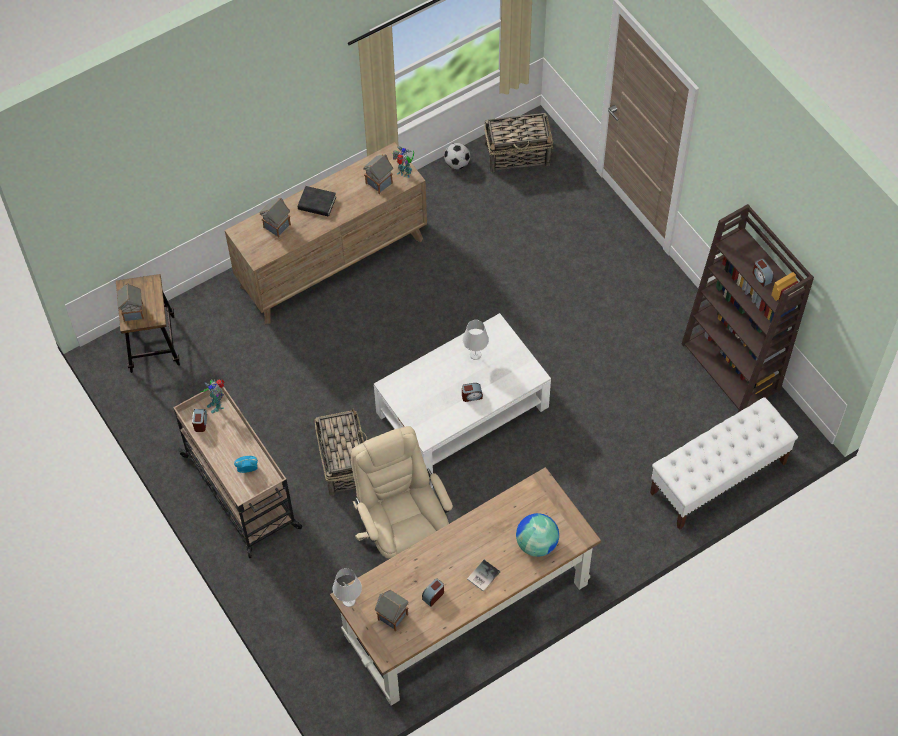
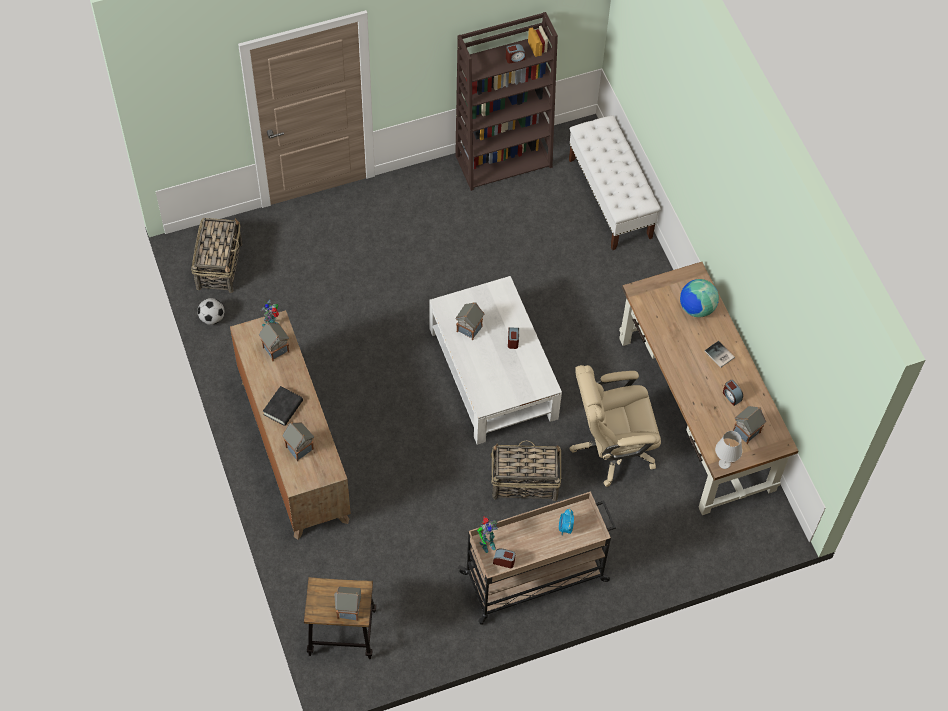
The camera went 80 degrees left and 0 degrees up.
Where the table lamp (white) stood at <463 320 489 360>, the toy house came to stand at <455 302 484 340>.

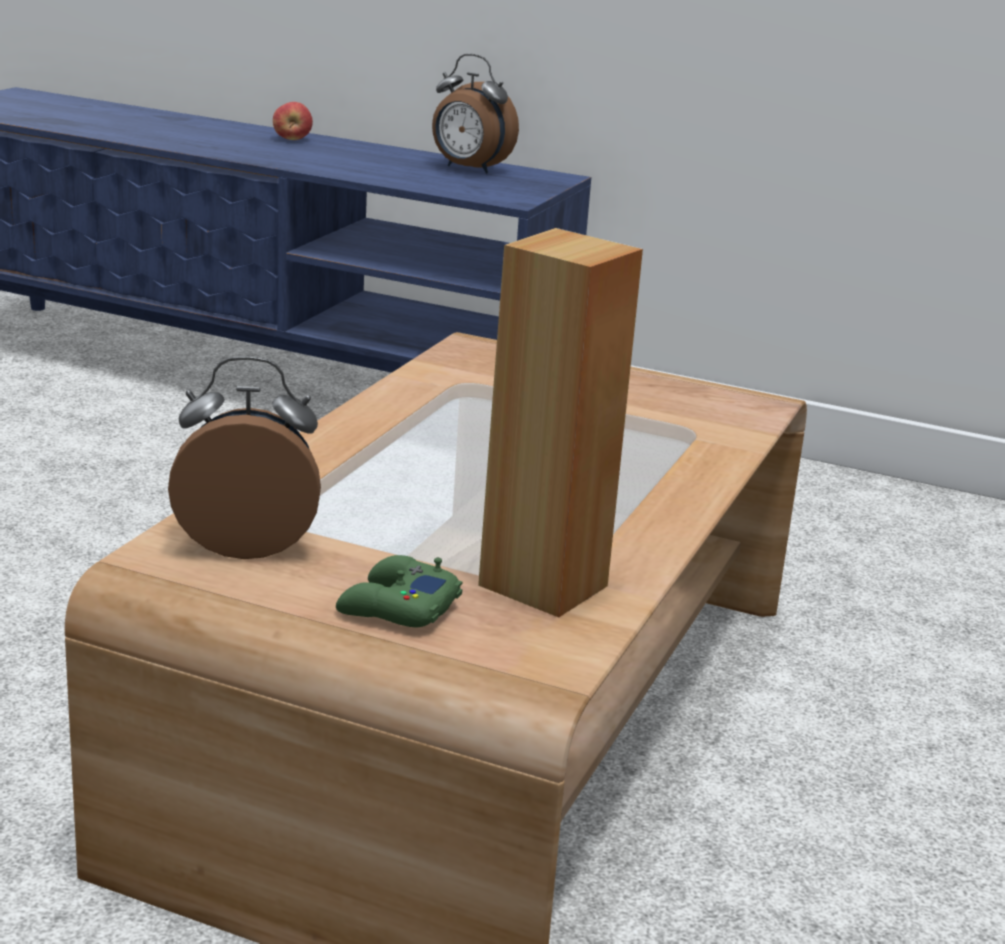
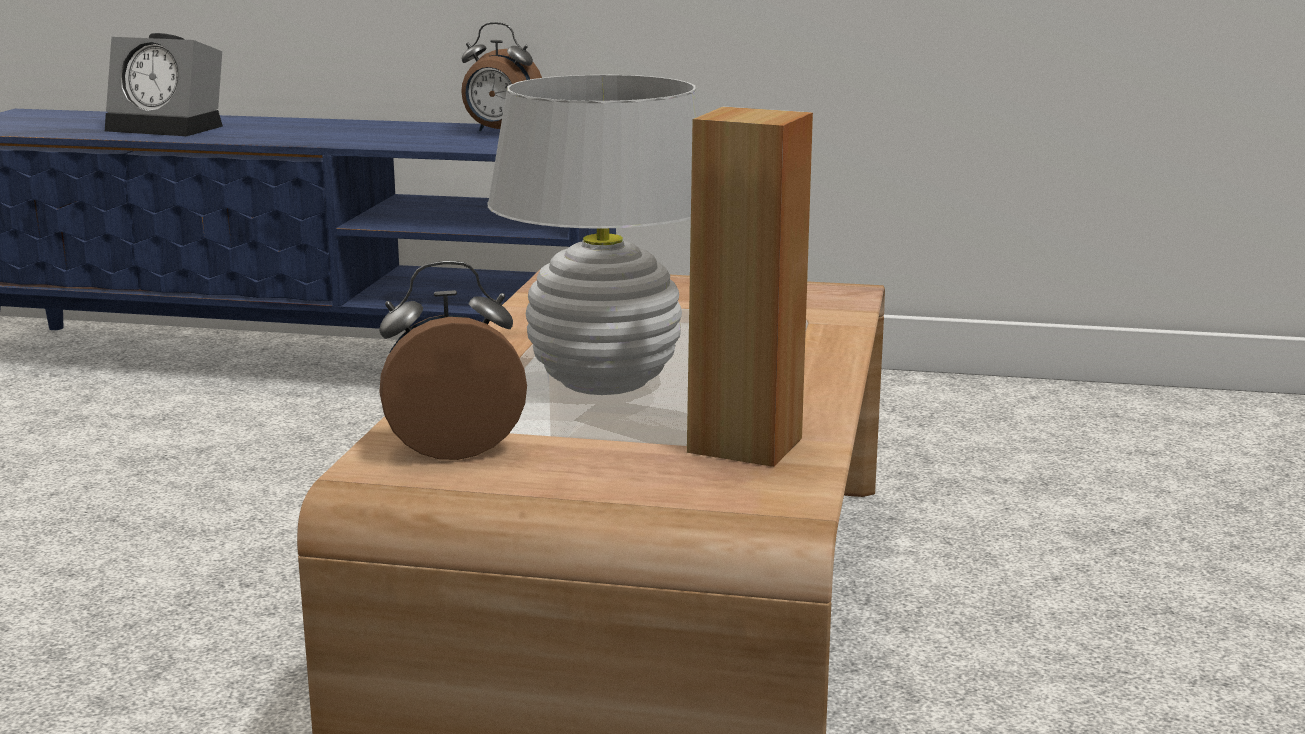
The camera went 10 degrees left and 5 degrees down.
The second view lost the apple at <273 102 313 140>.
The second view lost the game controller (green) at <336 555 462 628>.
The second view gained the alarm clock at <105 33 223 136>.
The second view gained the table lamp (white) at <487 75 701 395>.

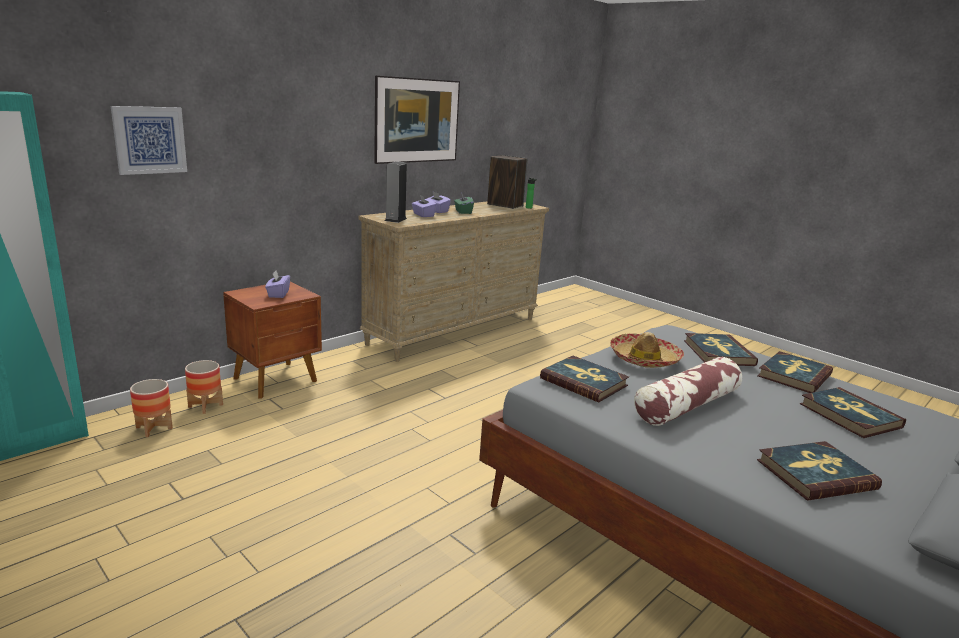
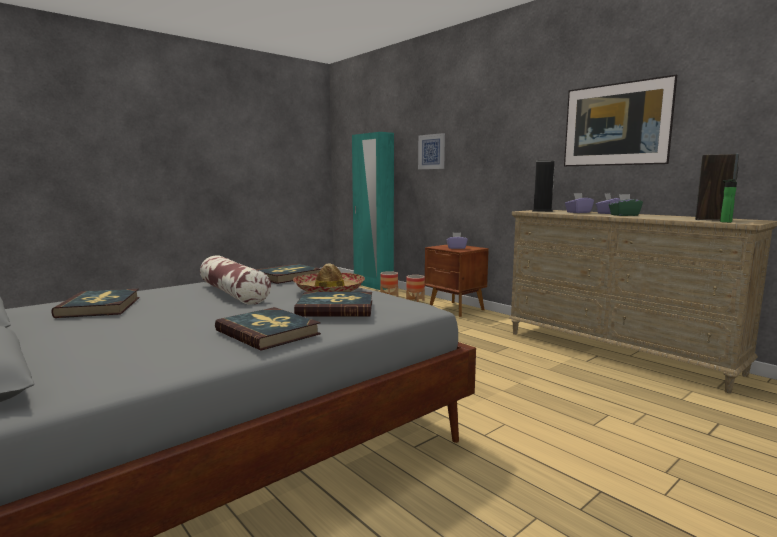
The camera went 95 degrees right and 10 degrees down.
The second view lost the book at <800 387 906 438>.

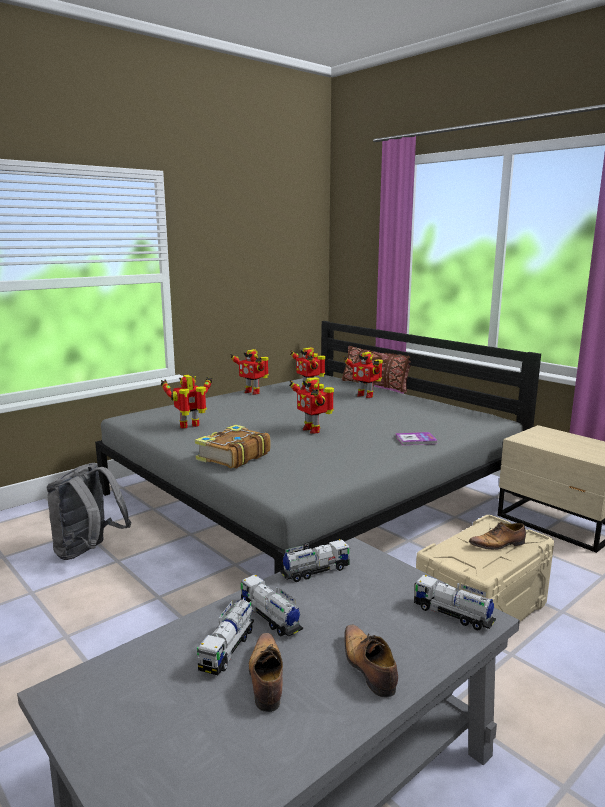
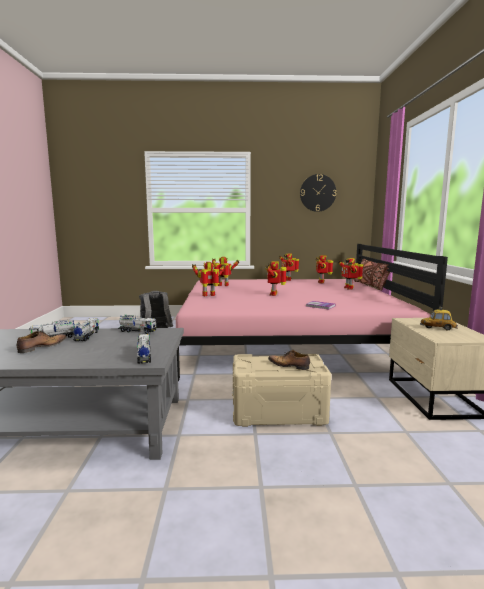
The camera went 40 degrees right and 5 degrees down.
What was the bed (grey) at <95 321 541 574> turned into the bed (pink) at <176 244 448 382>.
Where the book stood at <195 425 271 468>, the toy robot came to stand at <192 262 226 296>.
The second view lost the shoe at <344 625 398 697>.
The second view gained the wall clock at <300 174 336 212>.
The second view gained the toy car at <420 306 458 330>.

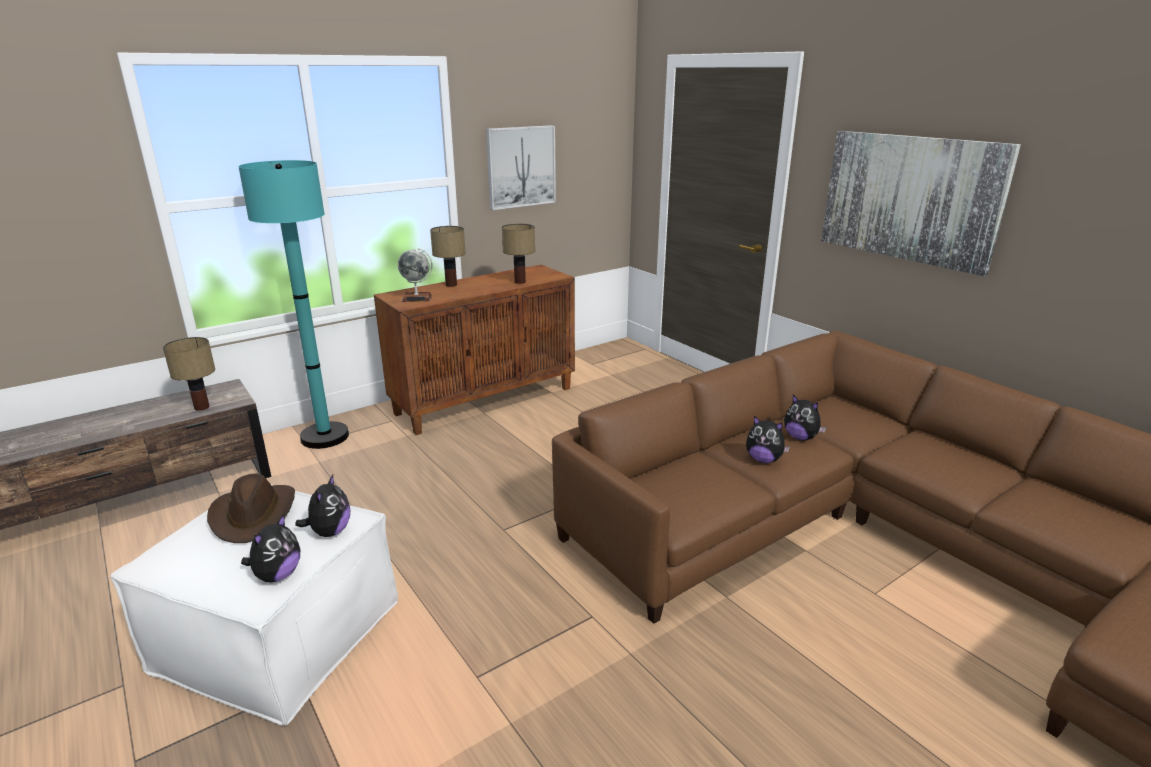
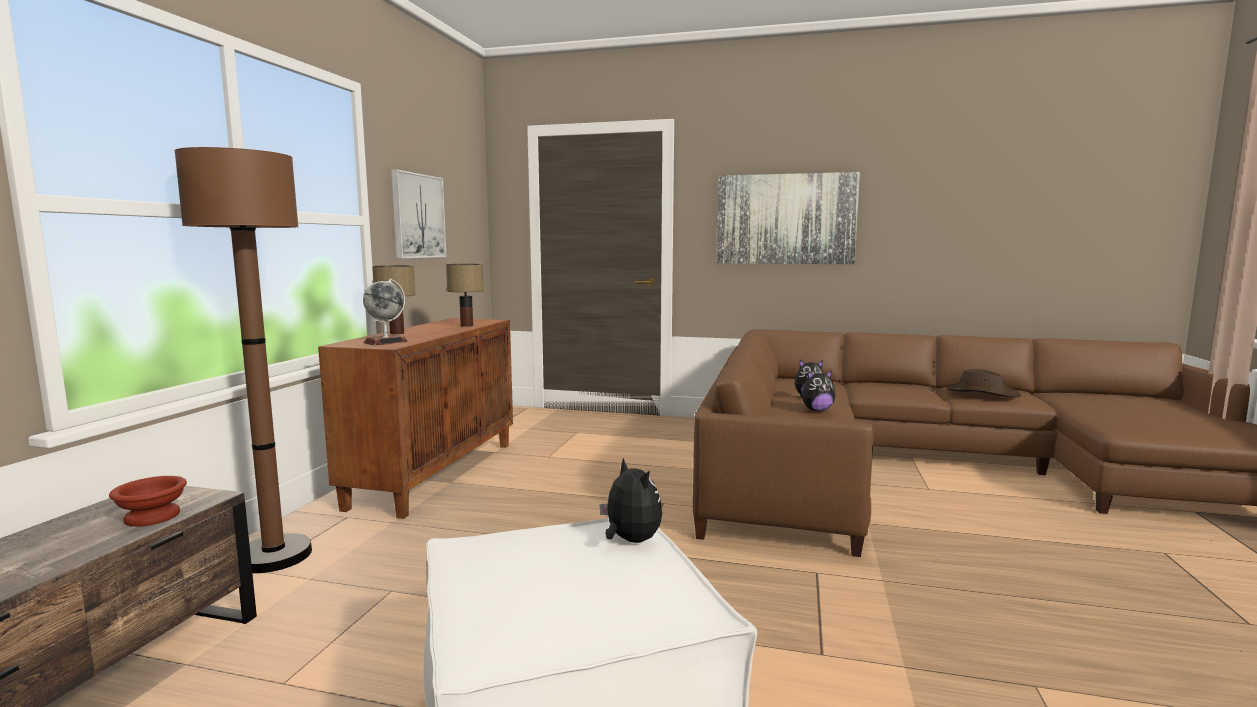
The camera went 40 degrees left and 15 degrees down.
Where the table lamp stood at <163 337 215 411>, the bowl (brown) came to stand at <109 476 187 527>.
The hat (brown) ended up elsewhere, having gone from <207 474 295 543> to <947 369 1021 397>.
What was the floor lamp (turquoise) at <238 160 349 449> turned into the floor lamp (brown) at <175 147 312 573>.
The second view lost the plush toy at <241 514 300 583>.

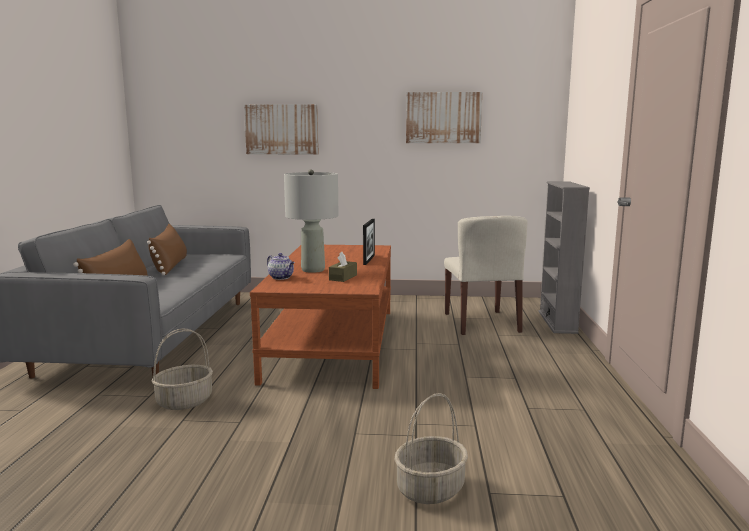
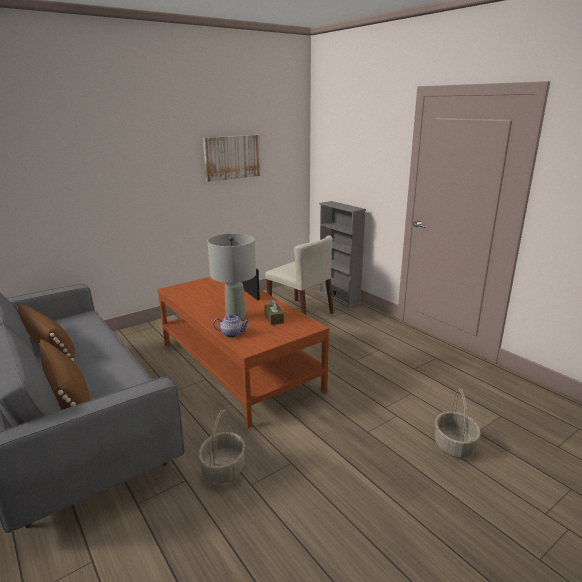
The camera went 40 degrees left and 10 degrees up.
The second view lost the picture at <244 104 319 154>.

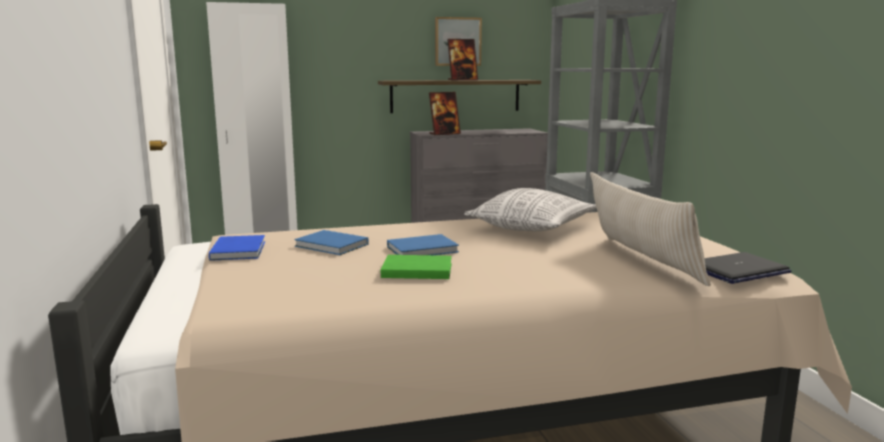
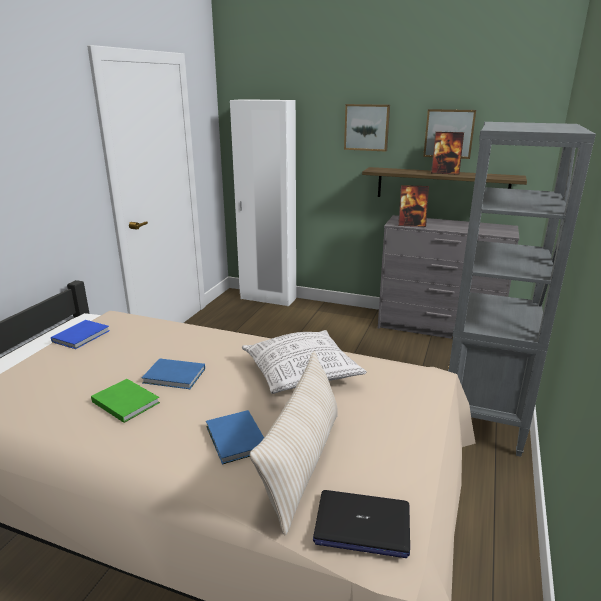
The camera went 35 degrees right and 10 degrees up.
The book (blue) ended up elsewhere, having gone from <294 230 368 255> to <206 410 264 465>.
The second view gained the picture at <344 104 390 152>.

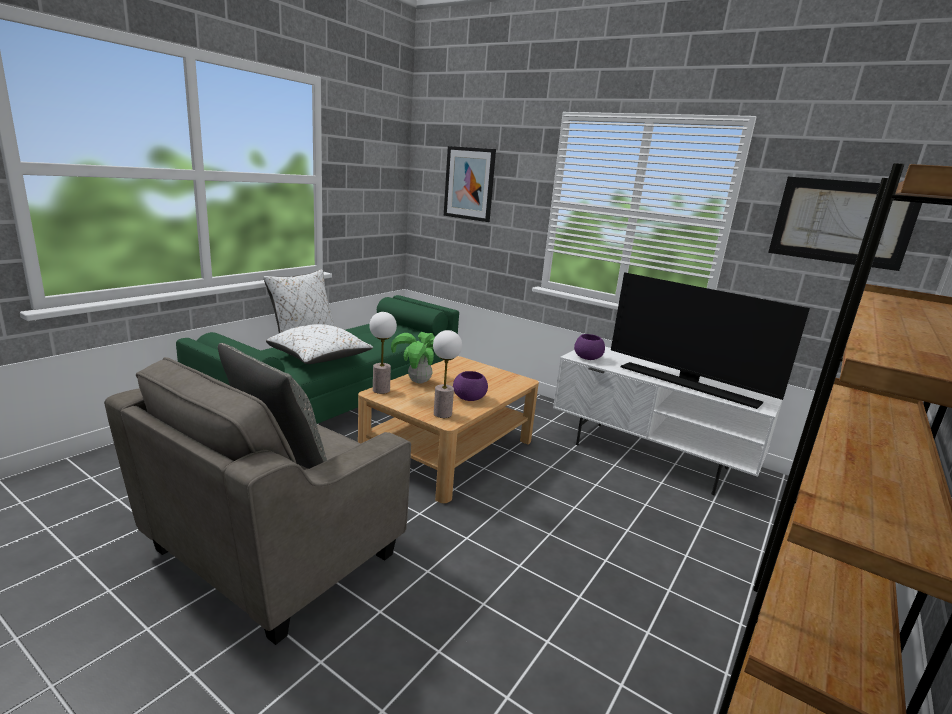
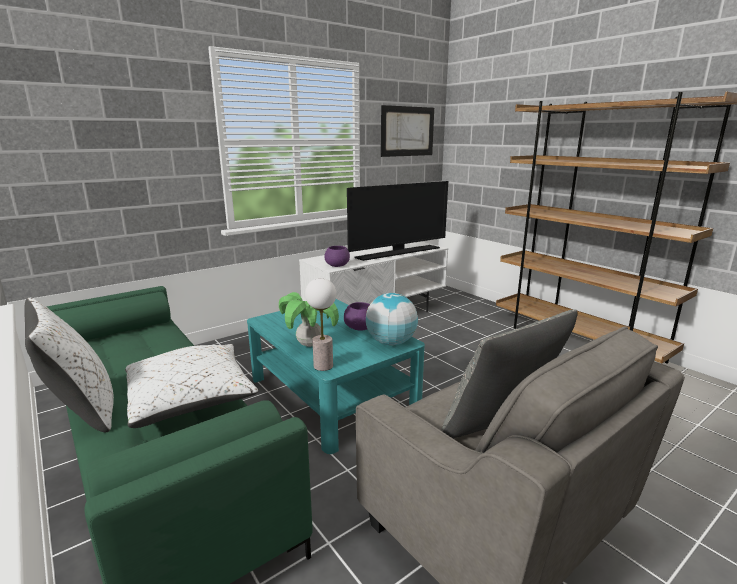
The camera went 70 degrees left and 0 degrees up.
What was the coffee table (beige) at <358 356 539 503> turned into the coffee table (turquoise) at <247 299 425 454>.
Where the table lamp stood at <433 330 462 418>, the globe came to stand at <366 293 418 345>.
The second view lost the picture at <444 146 496 222>.

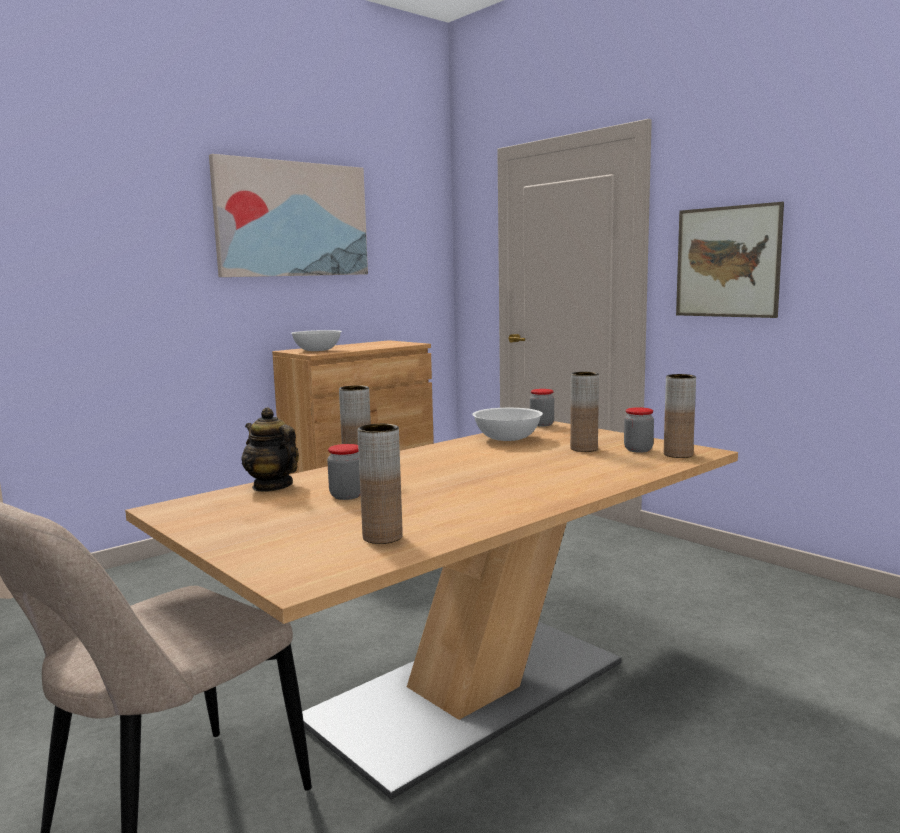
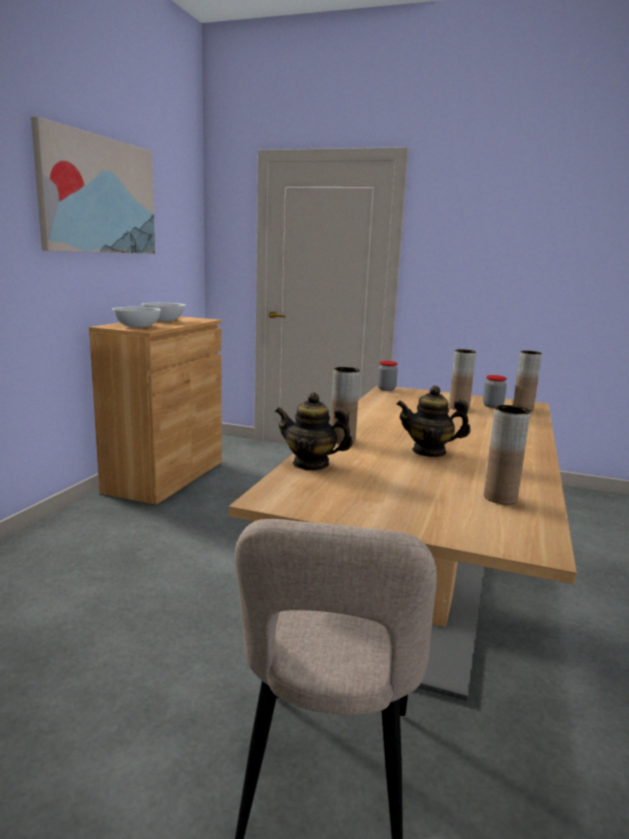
The camera went 30 degrees left and 5 degrees up.
The second view lost the jar at <327 444 361 500>.
The bowl (white) ended up elsewhere, having gone from <472 408 543 441> to <141 303 186 321>.
The second view lost the picture at <676 202 784 318>.
The second view gained the teapot at <397 386 471 457>.

